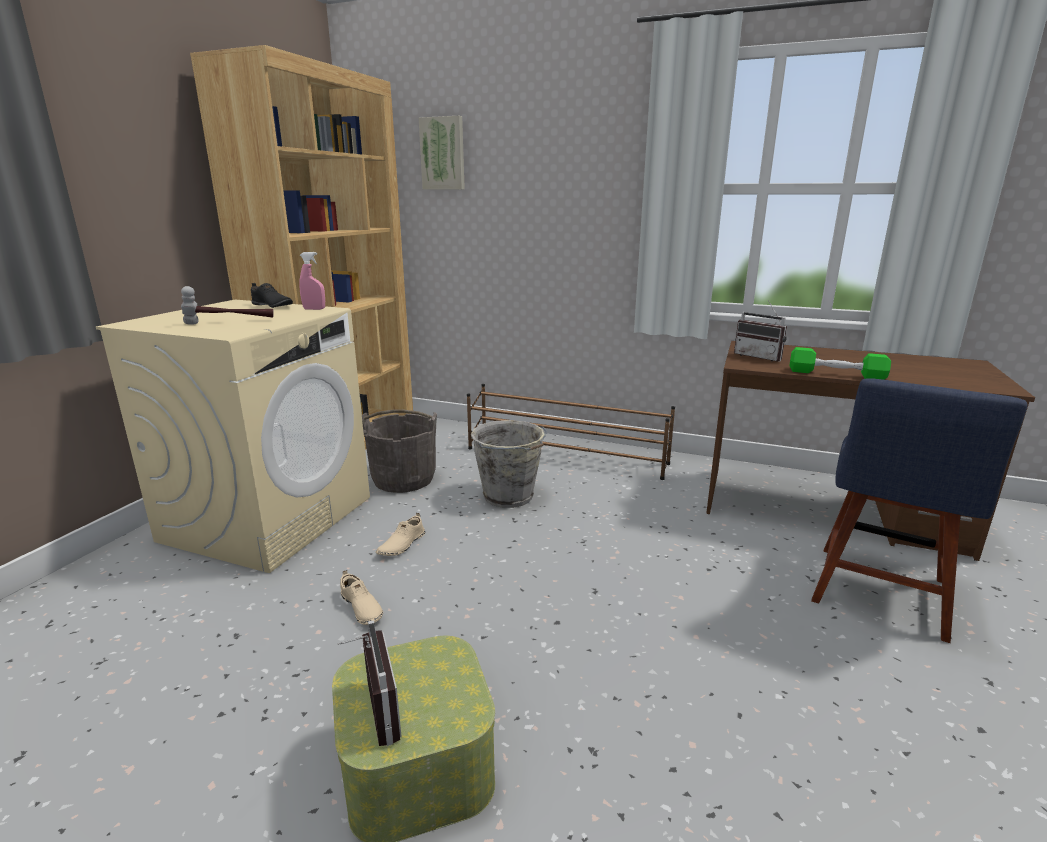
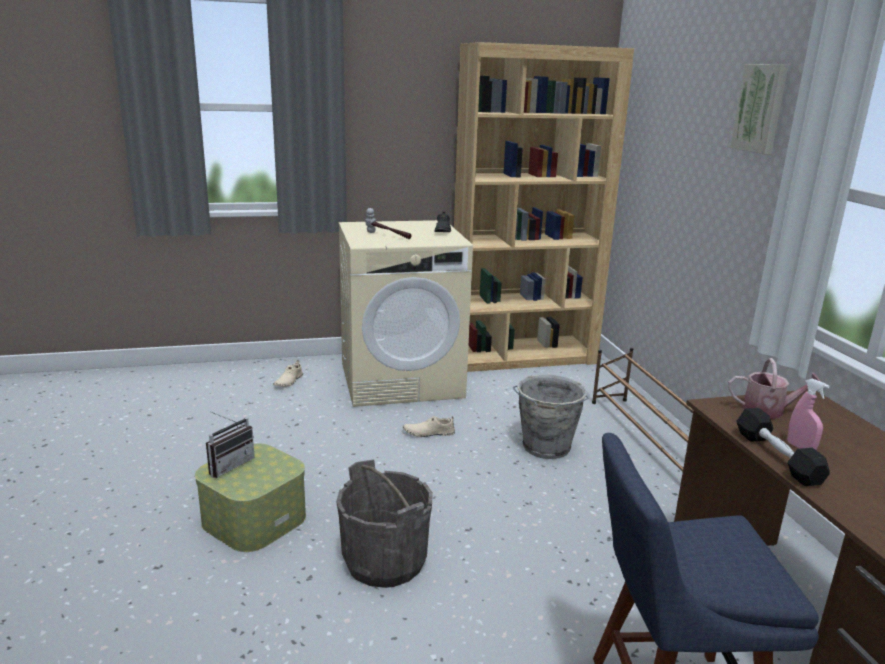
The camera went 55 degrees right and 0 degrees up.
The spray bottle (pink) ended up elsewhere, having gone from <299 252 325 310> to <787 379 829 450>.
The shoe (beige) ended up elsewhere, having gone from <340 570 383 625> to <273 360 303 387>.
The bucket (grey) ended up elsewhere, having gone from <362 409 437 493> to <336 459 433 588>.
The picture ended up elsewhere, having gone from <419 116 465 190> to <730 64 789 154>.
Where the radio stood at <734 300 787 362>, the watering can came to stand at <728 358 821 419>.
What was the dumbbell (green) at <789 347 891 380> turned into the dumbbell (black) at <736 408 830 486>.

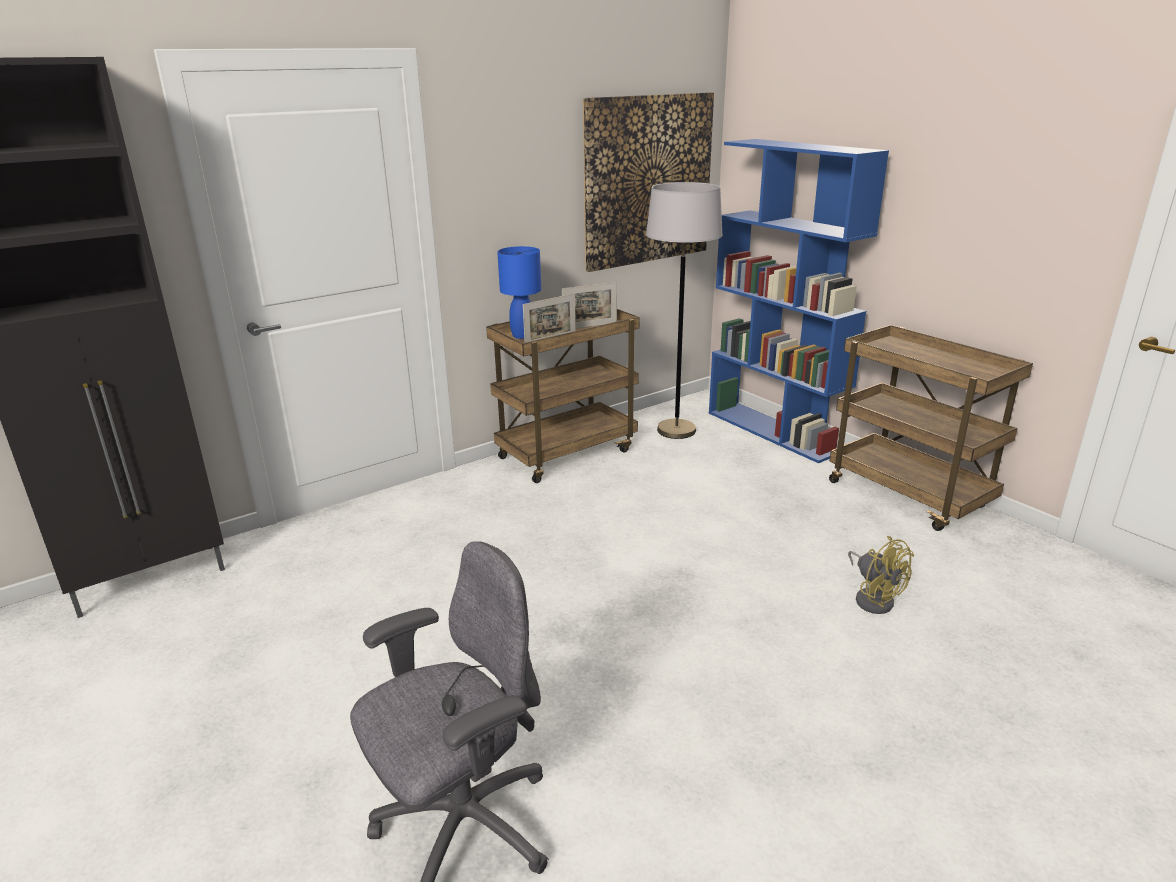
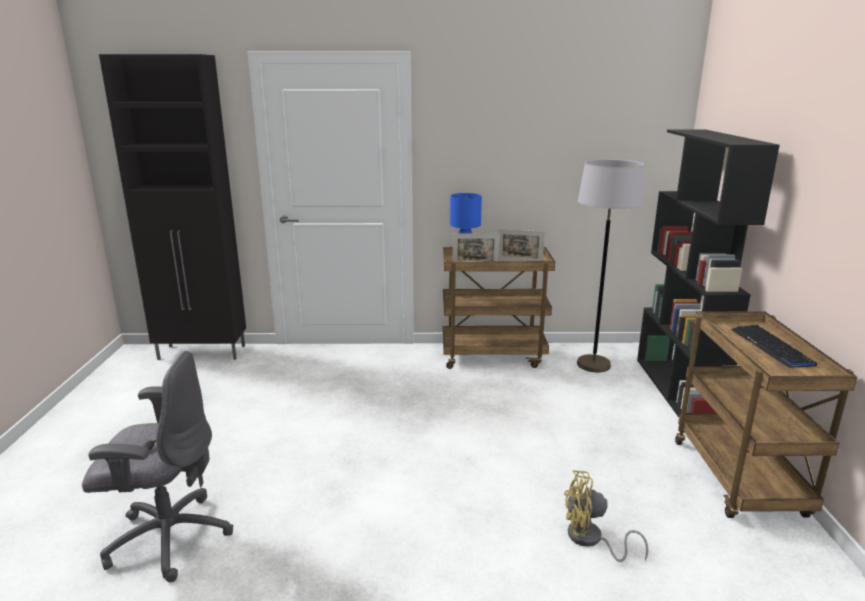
The camera went 35 degrees right and 5 degrees down.
The second view lost the picture at <583 92 714 272>.
What was the bookcase (blue) at <709 139 889 463> turned into the bookcase (black) at <637 129 780 417>.
The fan (yellow) at <848 536 914 614> ended up facing another way, 90 degrees clockwise from before.
The second view gained the keyboard at <731 325 817 368>.

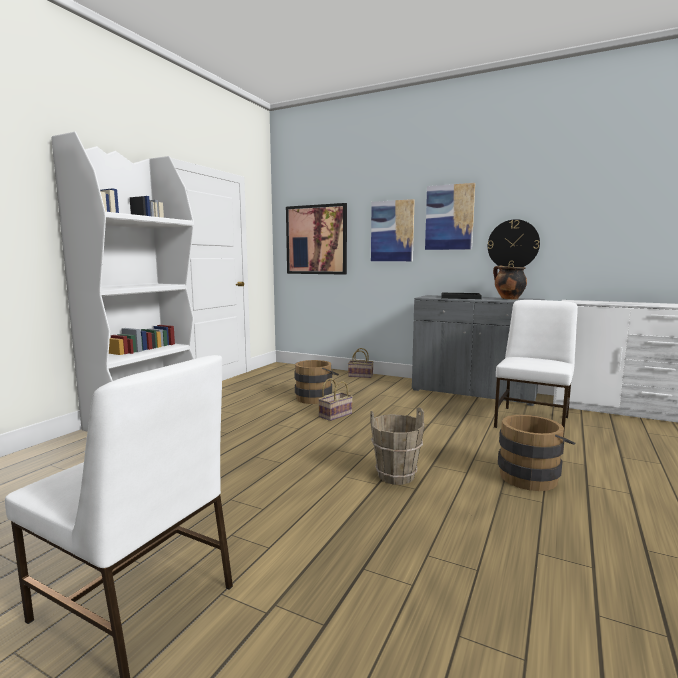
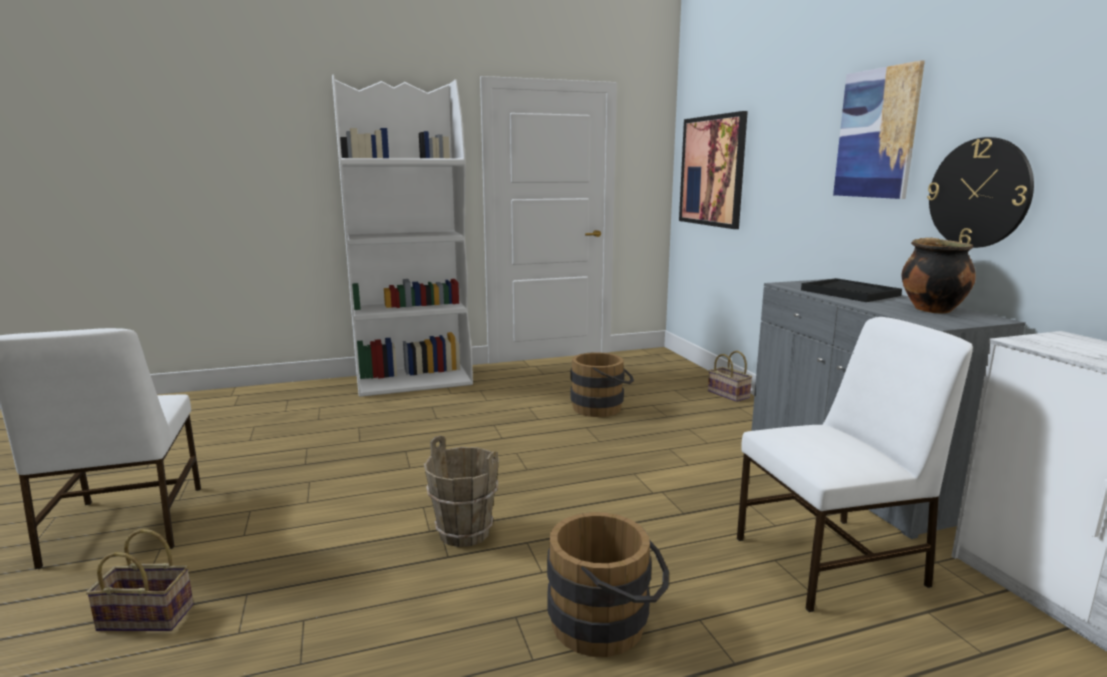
The camera went 45 degrees right and 5 degrees up.
The basket ended up elsewhere, having gone from <318 378 353 421> to <86 529 194 631>.
The second view lost the picture at <371 199 415 261>.

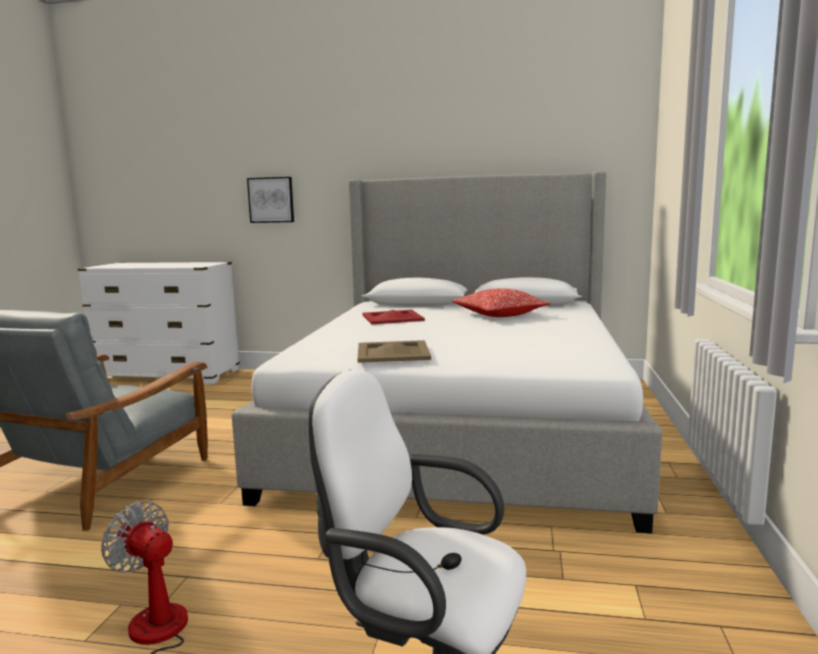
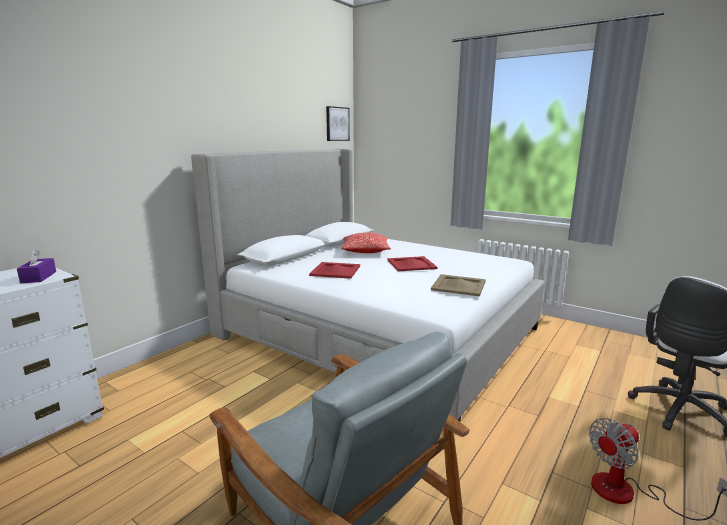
The camera went 65 degrees left and 5 degrees up.
The picture ended up elsewhere, having gone from <247 177 294 223> to <326 106 350 141>.
The second view gained the tissue box (purple) at <17 249 56 283>.
The second view gained the tray (red) at <388 256 438 271>.

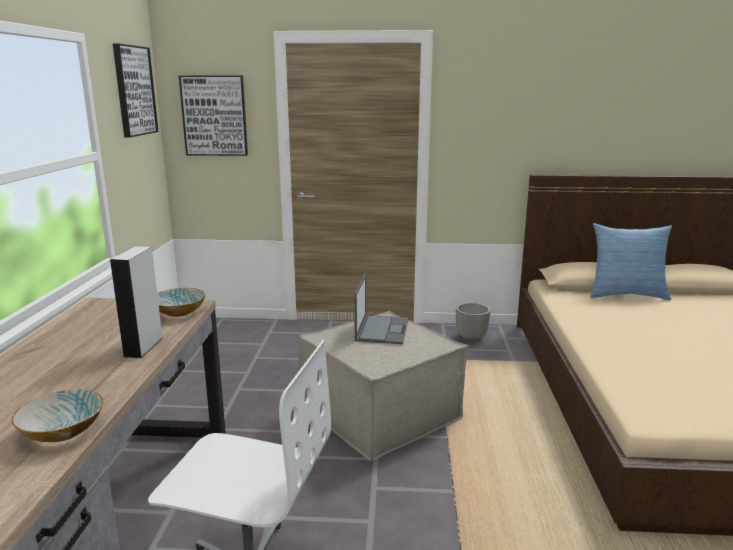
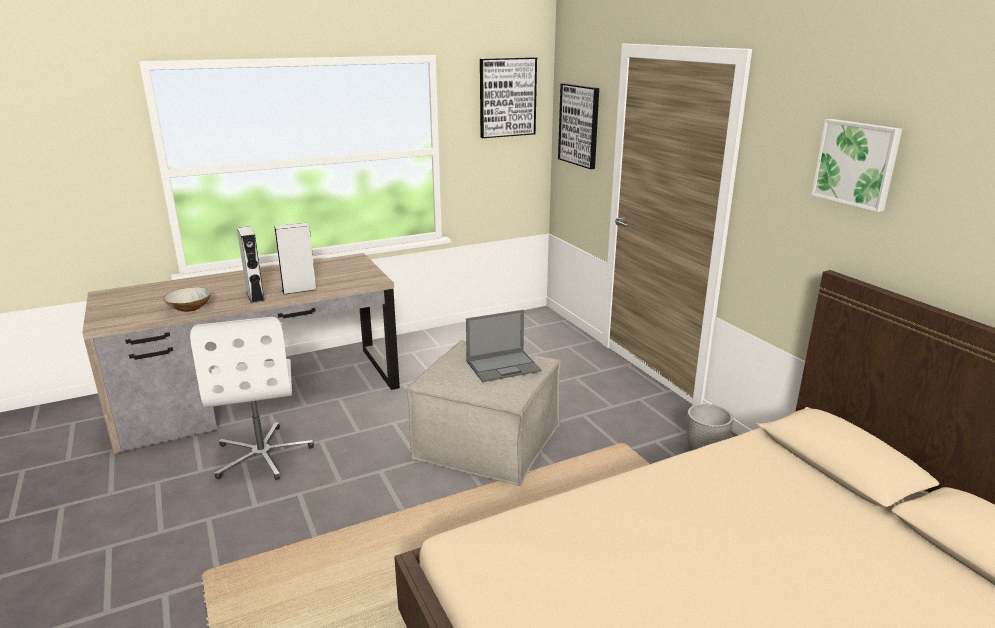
The camera went 60 degrees right and 5 degrees up.
The second view lost the bowl at <157 288 206 317>.
The second view lost the pillow at <591 223 672 300>.
The second view gained the speaker (grey) at <237 226 265 303>.
The second view gained the picture at <811 119 902 212>.

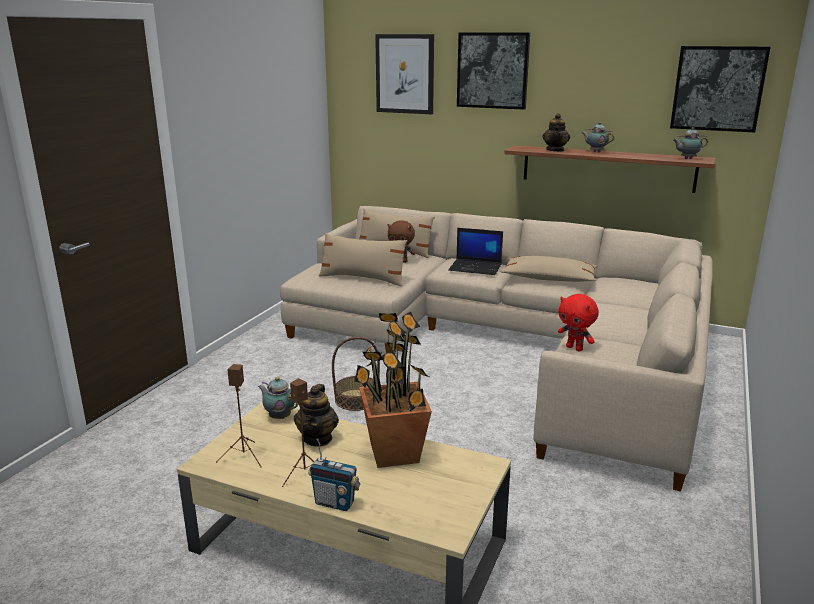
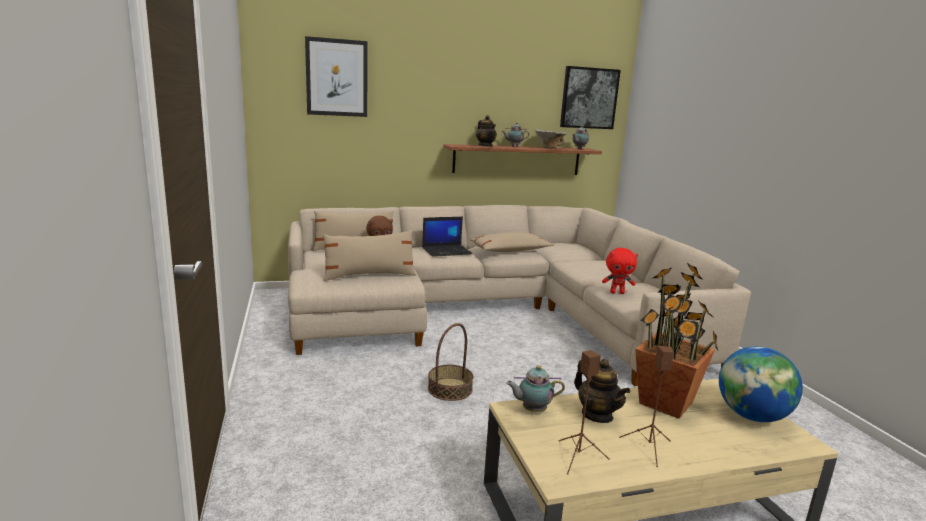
The camera went 40 degrees left and 5 degrees down.
The second view lost the radio at <308 439 360 511>.
The second view lost the picture at <457 32 530 110>.
The second view gained the bowl at <534 129 567 149>.
The second view gained the globe at <719 346 803 422>.

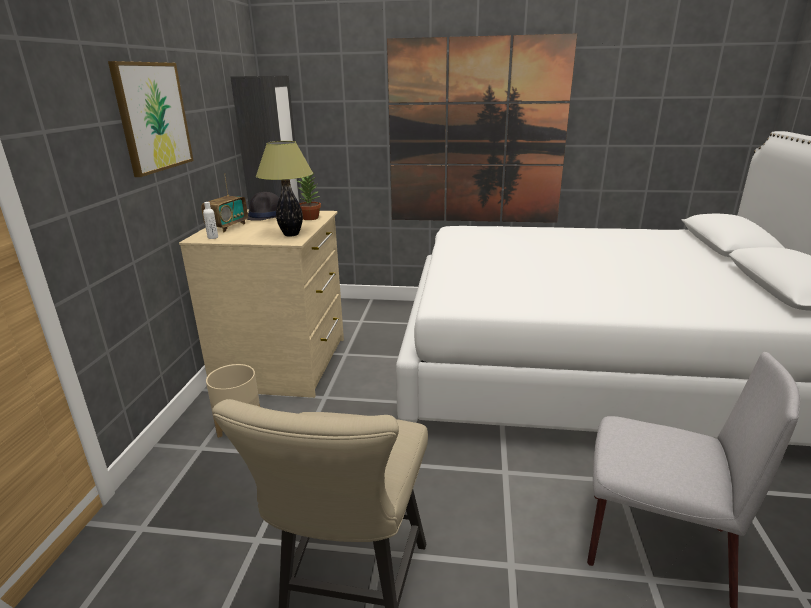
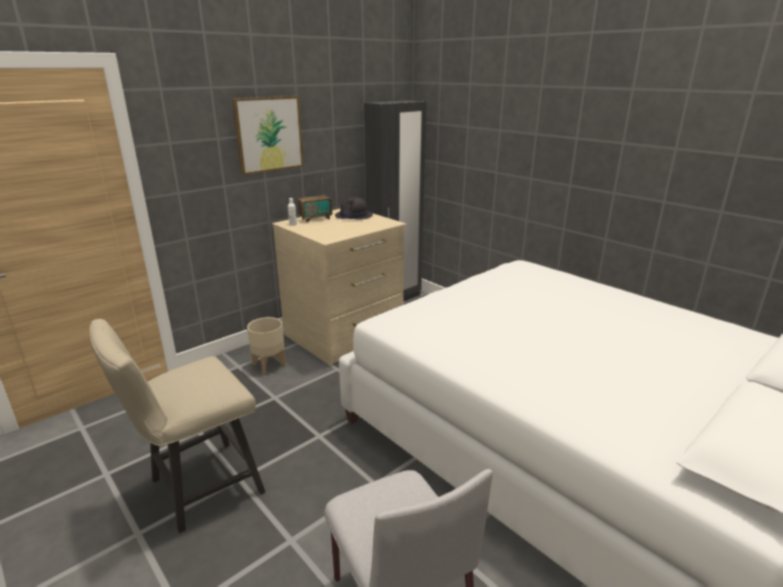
The camera went 40 degrees right and 0 degrees up.
The second view lost the table lamp at <256 141 313 237>.
The second view lost the potted plant at <297 173 321 220>.
The second view lost the picture at <387 34 577 223>.

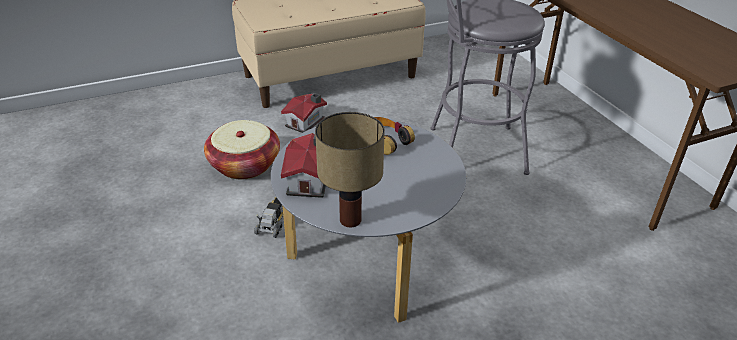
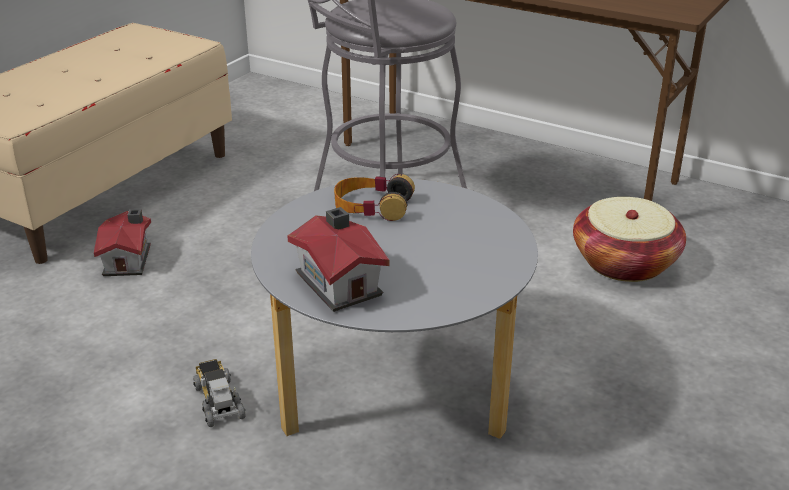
The camera went 35 degrees left and 5 degrees down.
The basket ended up elsewhere, having gone from <204 120 280 179> to <573 197 686 282>.
The second view lost the table lamp at <315 112 385 227>.

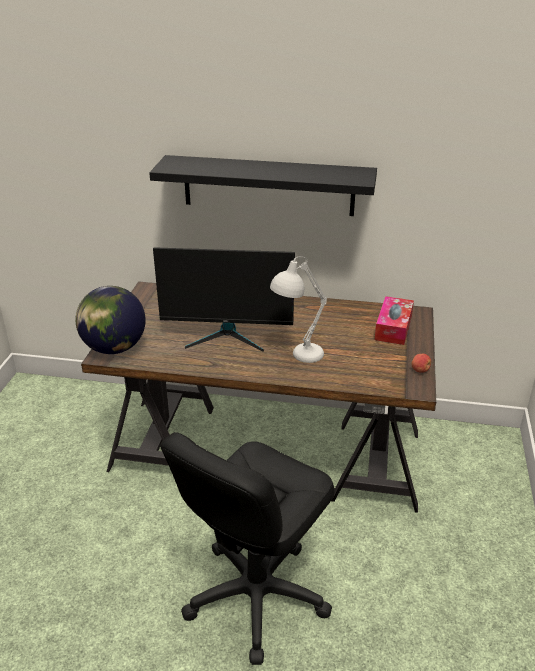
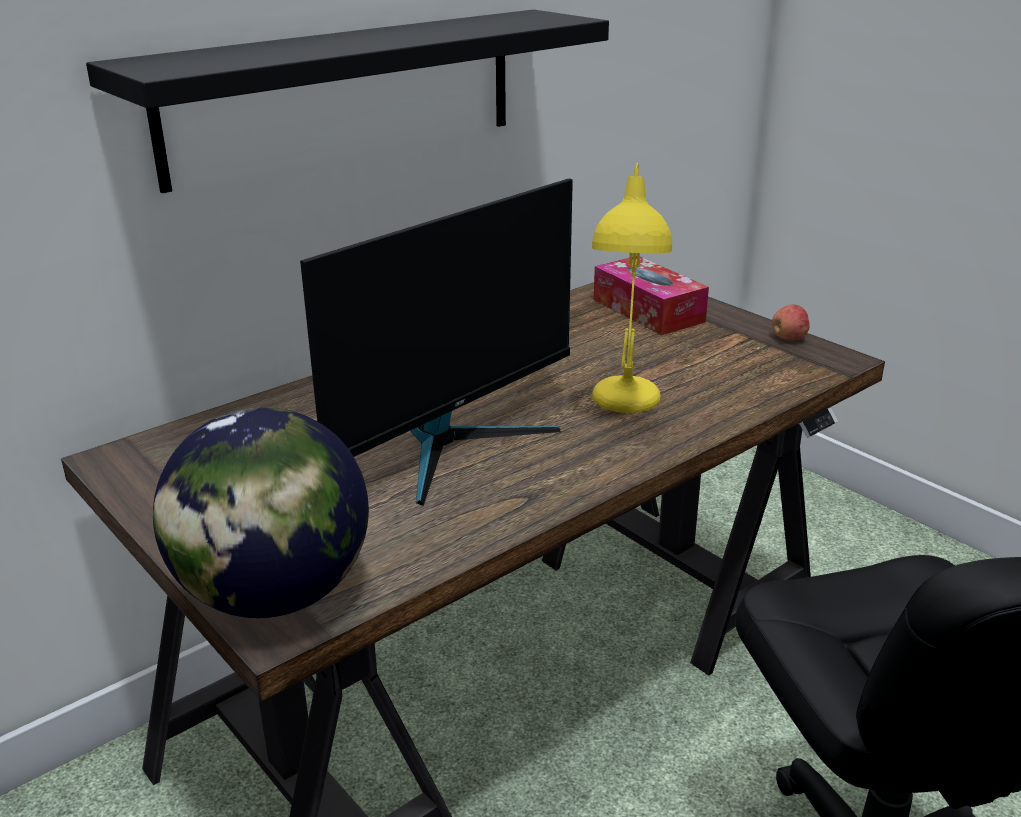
The camera went 50 degrees left and 5 degrees down.
What was the table lamp (white) at <270 257 327 363> turned into the table lamp (yellow) at <592 163 672 413>.

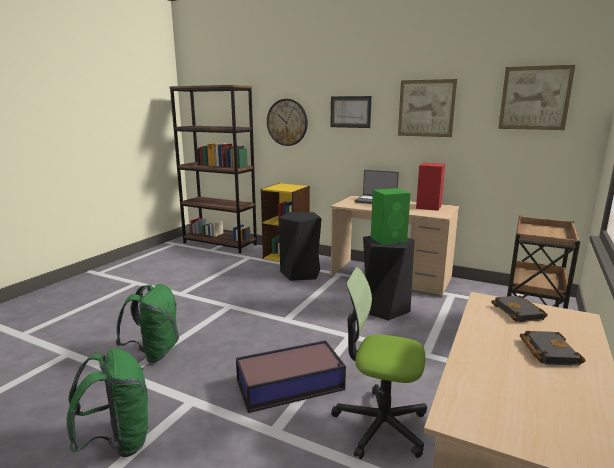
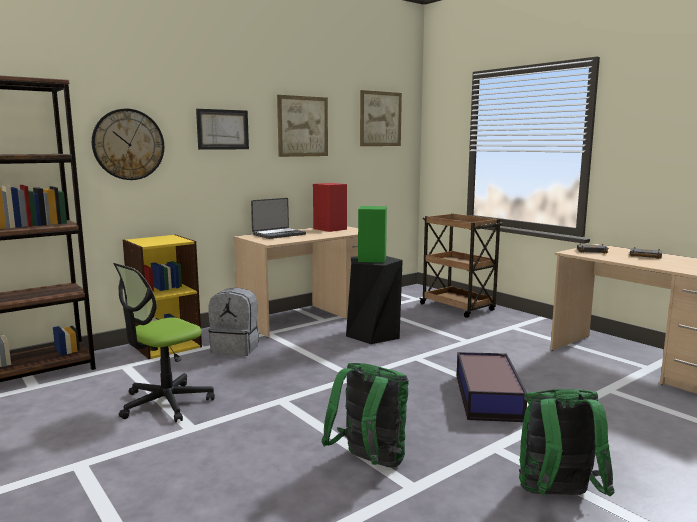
The camera went 65 degrees left and 5 degrees down.
Where the stool (black) stood at <279 212 322 281>, the backpack (grey) came to stand at <208 288 259 356>.
The office chair ended up elsewhere, having gone from <331 267 427 459> to <113 263 215 422>.

